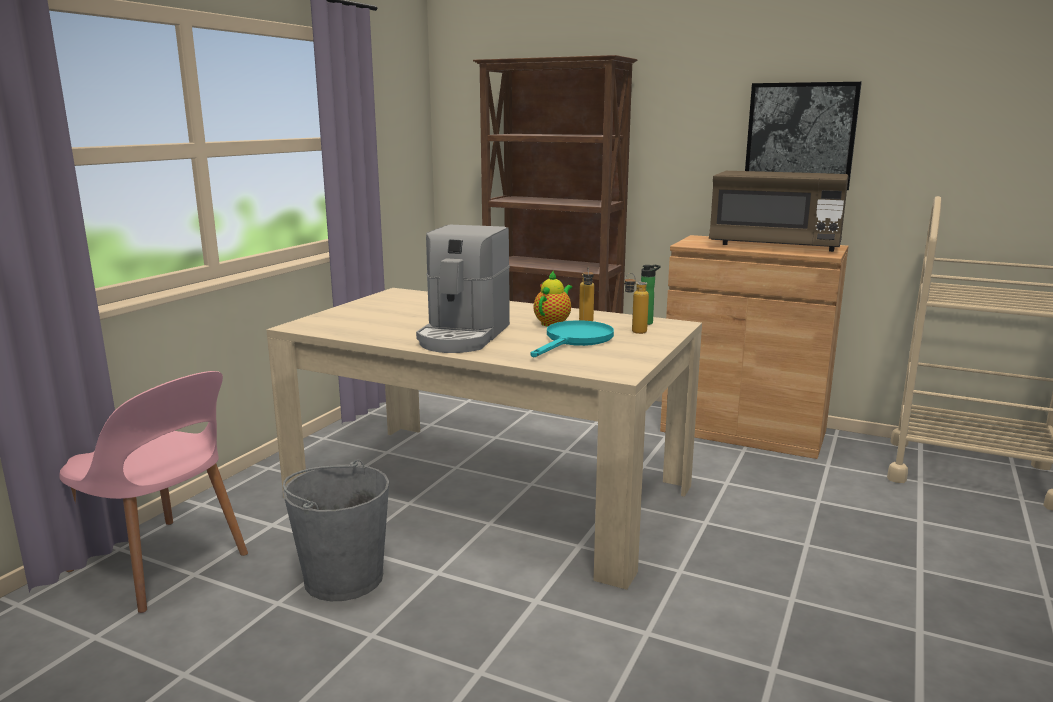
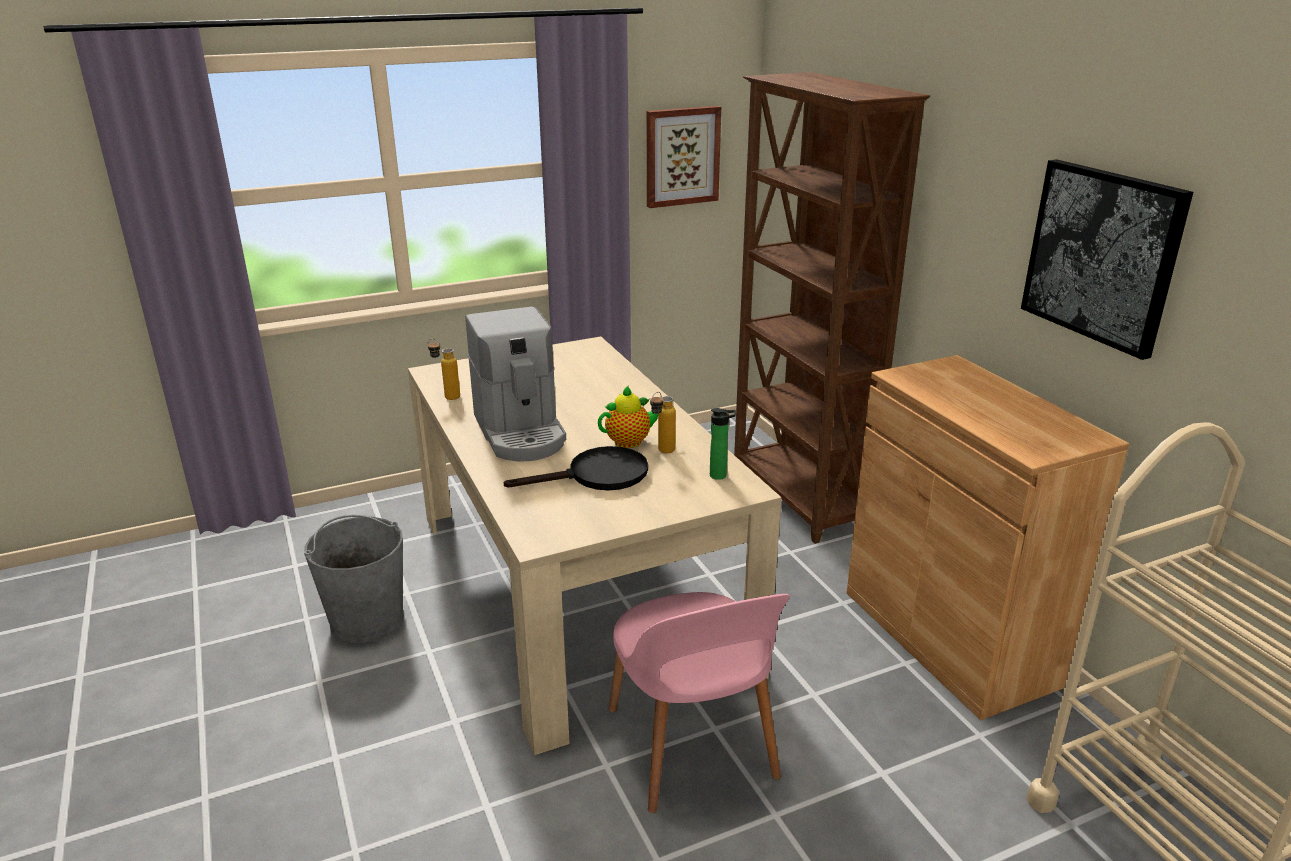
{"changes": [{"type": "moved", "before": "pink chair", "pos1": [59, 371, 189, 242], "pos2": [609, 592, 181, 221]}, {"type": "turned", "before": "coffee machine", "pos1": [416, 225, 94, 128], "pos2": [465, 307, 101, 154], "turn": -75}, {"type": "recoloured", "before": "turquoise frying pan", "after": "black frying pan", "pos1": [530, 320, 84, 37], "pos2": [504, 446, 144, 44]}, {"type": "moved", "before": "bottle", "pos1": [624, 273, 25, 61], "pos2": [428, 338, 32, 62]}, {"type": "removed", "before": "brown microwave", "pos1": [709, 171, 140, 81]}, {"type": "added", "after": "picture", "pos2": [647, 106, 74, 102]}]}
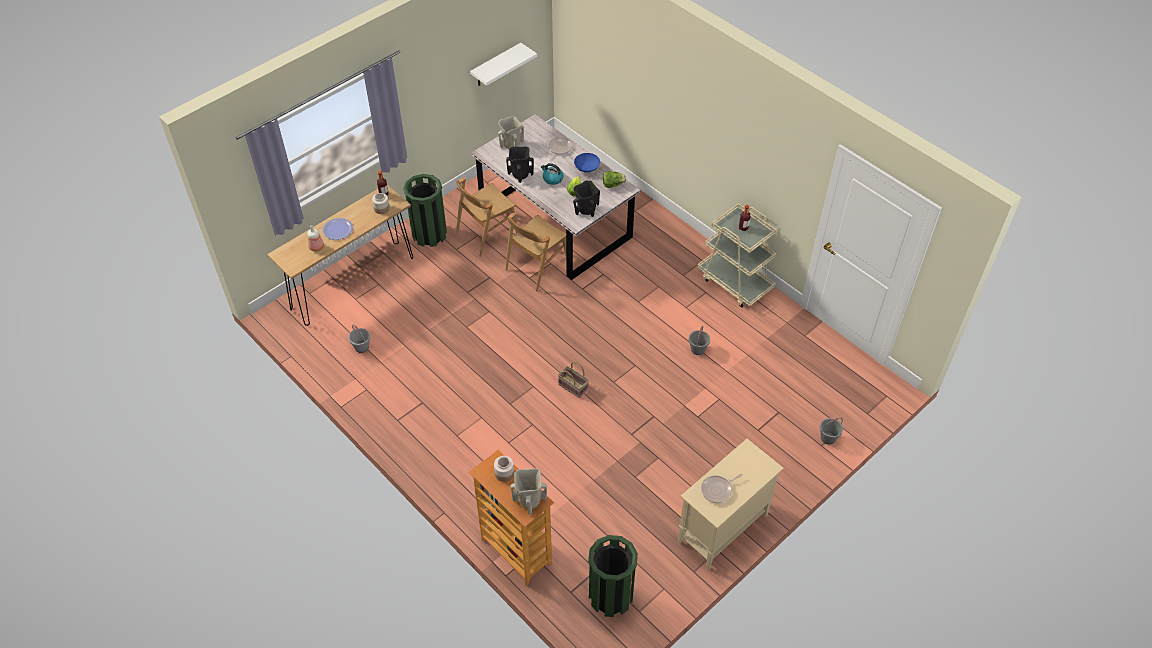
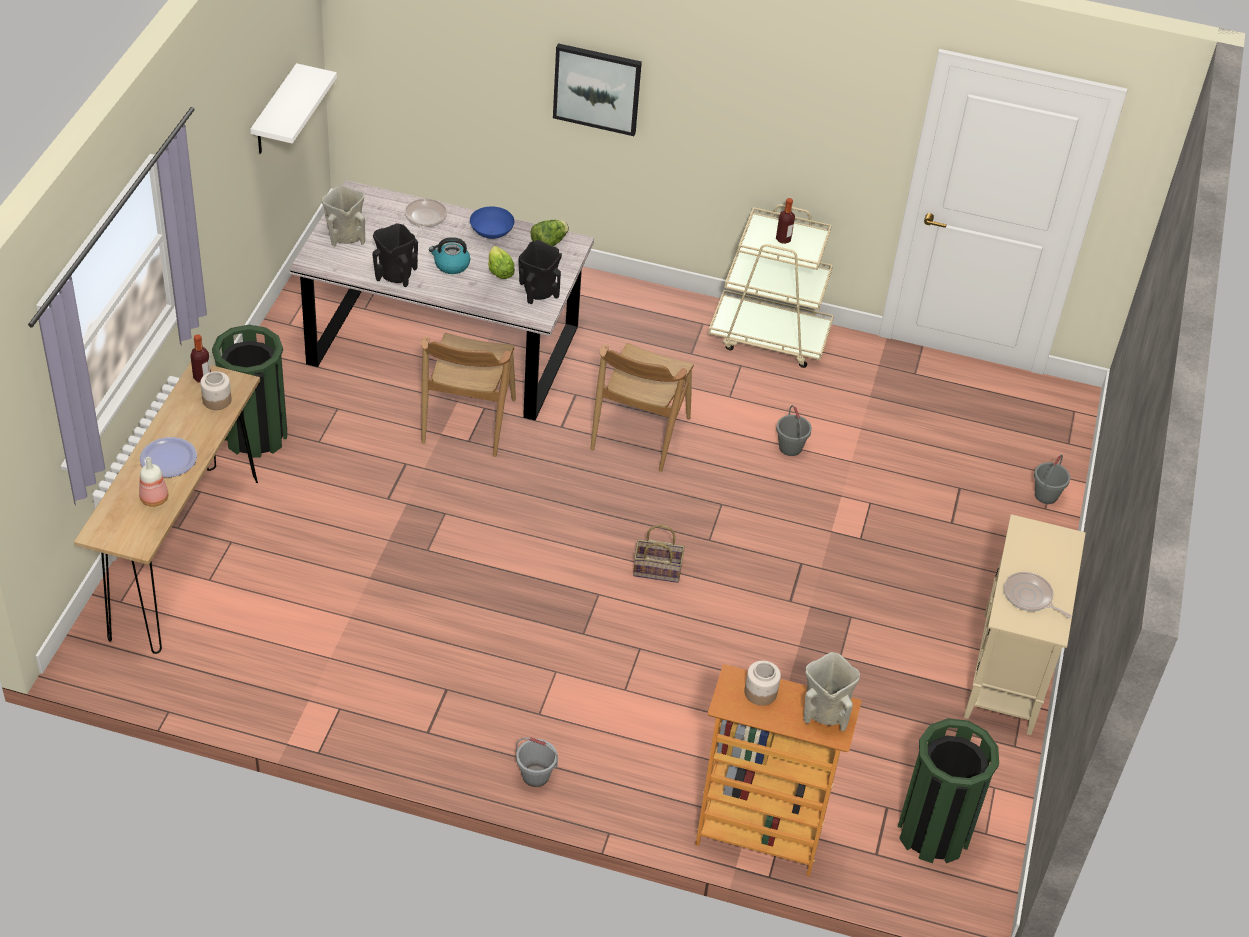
{"changes": [{"type": "moved", "before": "grey bucket", "pos1": [348, 325, 22, 28], "pos2": [516, 737, 42, 50]}, {"type": "moved", "before": "brown chair", "pos1": [456, 177, 62, 80], "pos2": [590, 343, 104, 129]}, {"type": "turned", "before": "frying pan", "pos1": [701, 474, 42, 29], "pos2": [1004, 572, 67, 46], "turn": 105}, {"type": "added", "after": "picture", "pos2": [553, 43, 89, 93]}]}
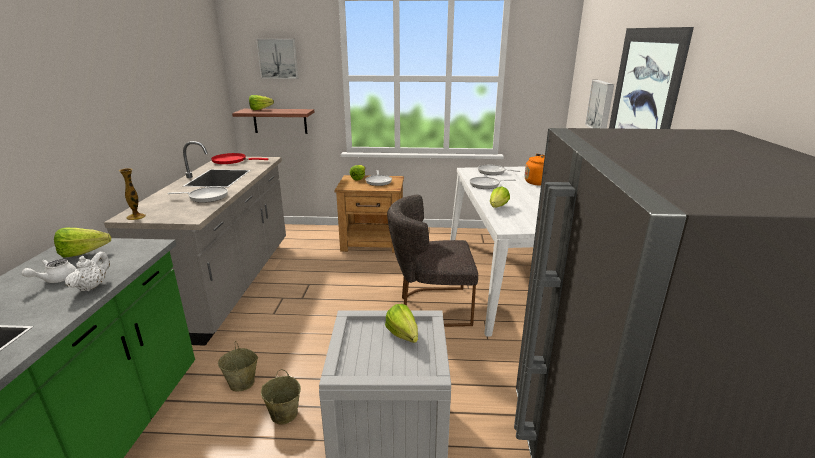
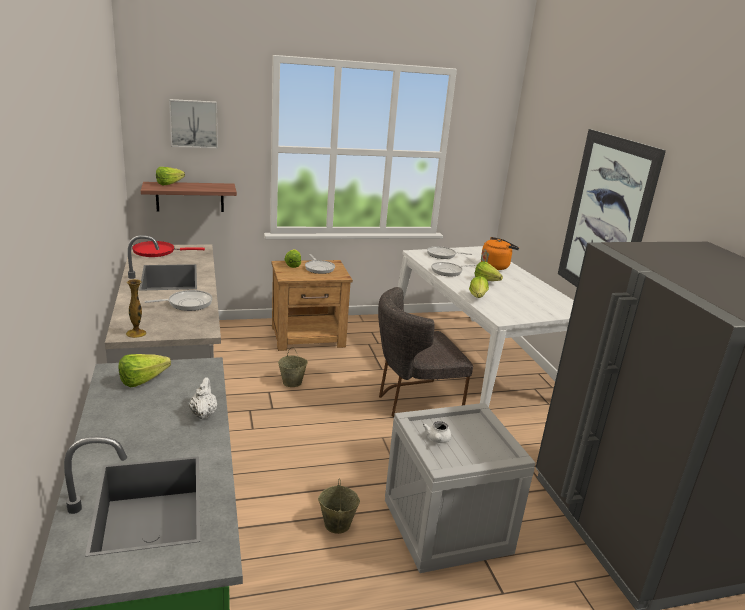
{"changes": [{"type": "moved", "before": "white teapot", "pos1": [22, 259, 54, 24], "pos2": [423, 421, 28, 22]}, {"type": "moved", "before": "beige bucket", "pos1": [218, 341, 40, 50], "pos2": [278, 347, 30, 40]}, {"type": "moved", "before": "lettuce", "pos1": [385, 304, 33, 39], "pos2": [474, 261, 29, 20]}, {"type": "removed", "before": "picture", "pos1": [585, 80, 29, 48]}]}
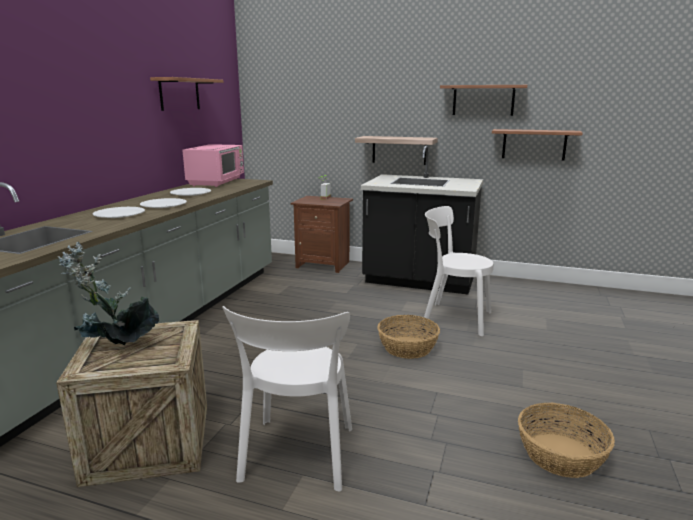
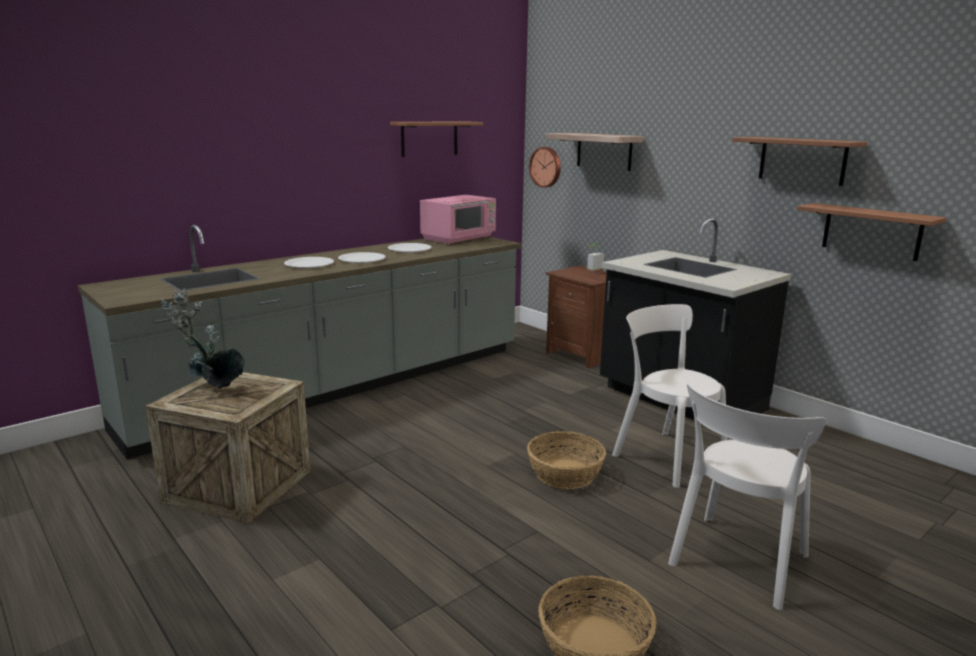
{"changes": [{"type": "moved", "before": "white chair", "pos1": [222, 306, 130, 186], "pos2": [668, 384, 158, 226]}, {"type": "moved", "before": "shelf", "pos1": [355, 136, 83, 29], "pos2": [546, 133, 98, 38]}, {"type": "added", "after": "wall clock", "pos2": [529, 147, 32, 41]}]}
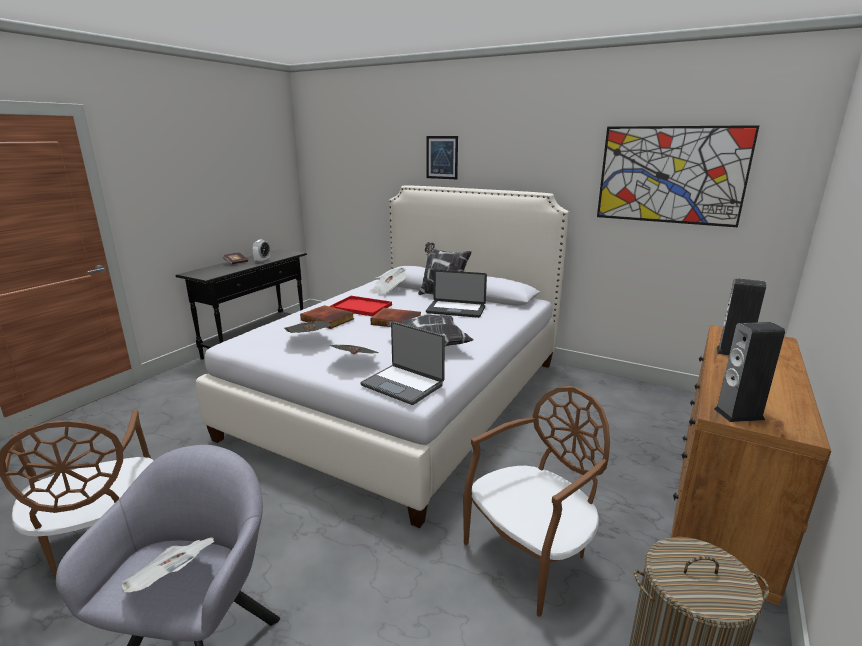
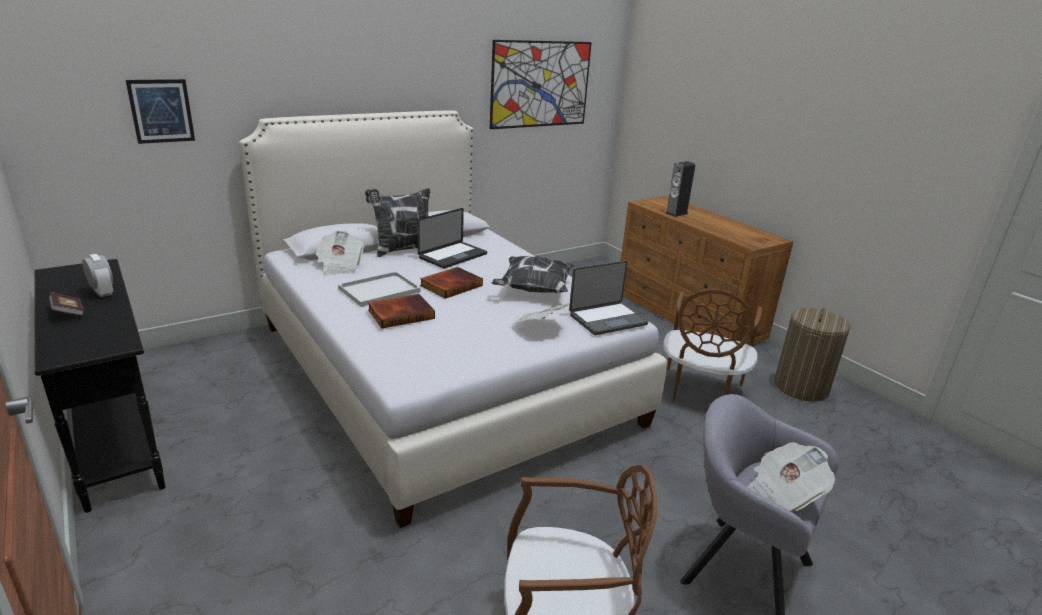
{"changes": [{"type": "removed", "before": "newspaper", "pos1": [285, 321, 47, 12]}, {"type": "recoloured", "before": "red tray", "after": "white tray", "pos1": [330, 296, 62, 20], "pos2": [338, 271, 83, 36]}, {"type": "moved", "before": "picture", "pos1": [426, 136, 32, 43], "pos2": [126, 79, 69, 65]}, {"type": "turned", "before": "brown chair", "pos1": [463, 386, 147, 231], "pos2": [663, 289, 99, 113], "turn": -150}, {"type": "removed", "before": "speaker", "pos1": [714, 322, 71, 100]}]}
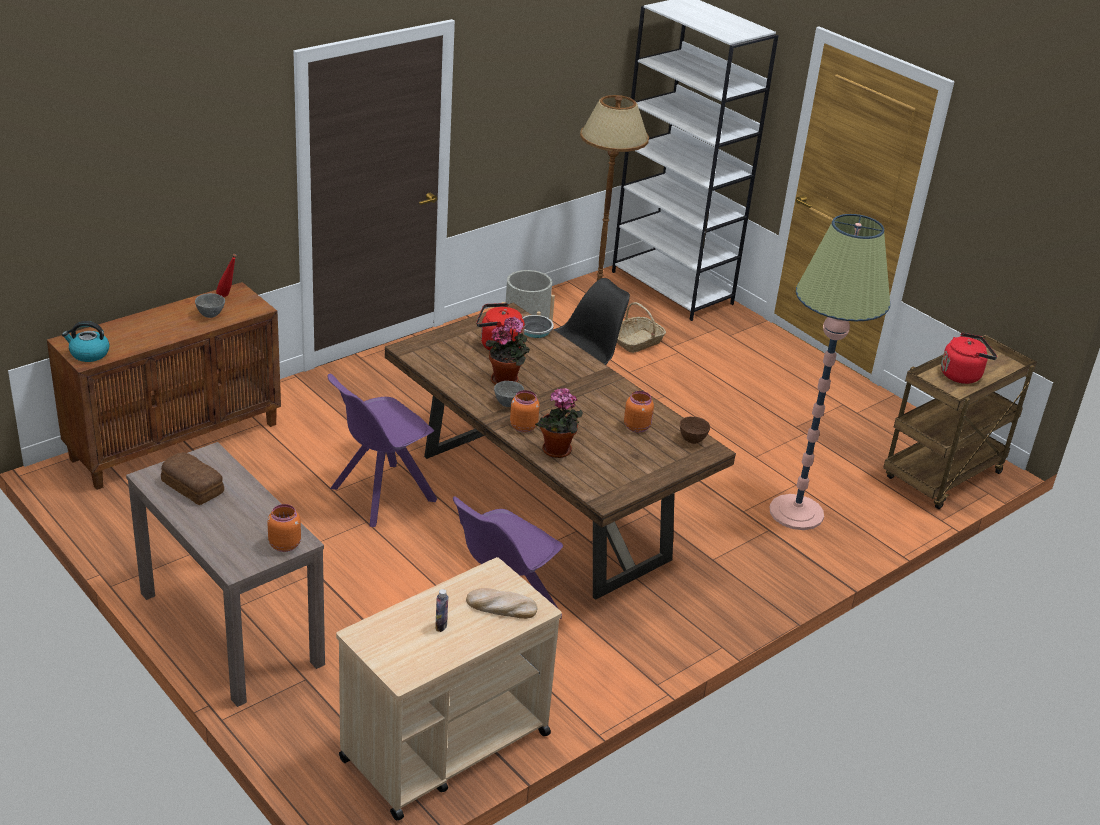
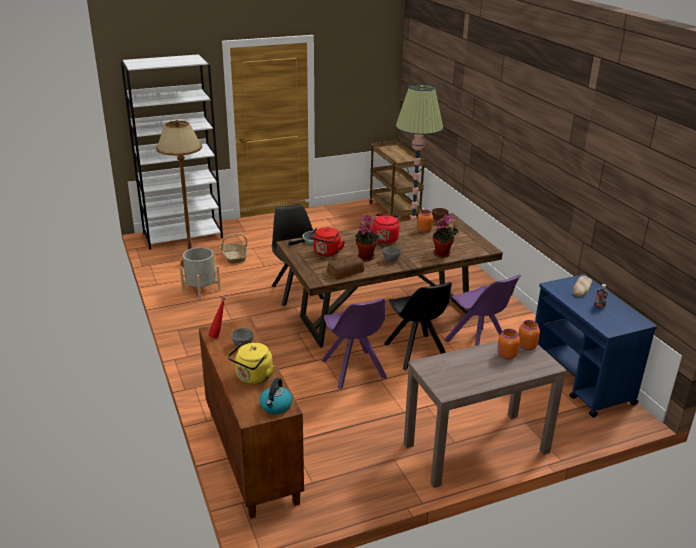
{"changes": [{"type": "moved", "before": "bread", "pos1": [161, 452, 63, 53], "pos2": [327, 255, 37, 25]}, {"type": "recoloured", "before": "beige cart", "after": "blue cart", "pos1": [336, 557, 226, 263], "pos2": [535, 274, 122, 143]}, {"type": "moved", "before": "orange jar", "pos1": [510, 390, 29, 42], "pos2": [497, 329, 23, 31]}, {"type": "moved", "before": "red kettle", "pos1": [941, 333, 56, 51], "pos2": [367, 214, 33, 29]}, {"type": "added", "after": "yellow kettle", "pos2": [228, 343, 47, 41]}, {"type": "added", "after": "black chair", "pos2": [384, 282, 68, 88]}]}
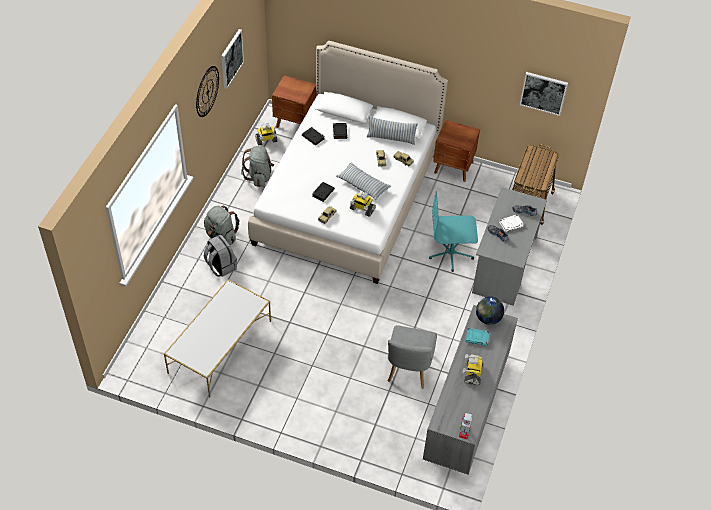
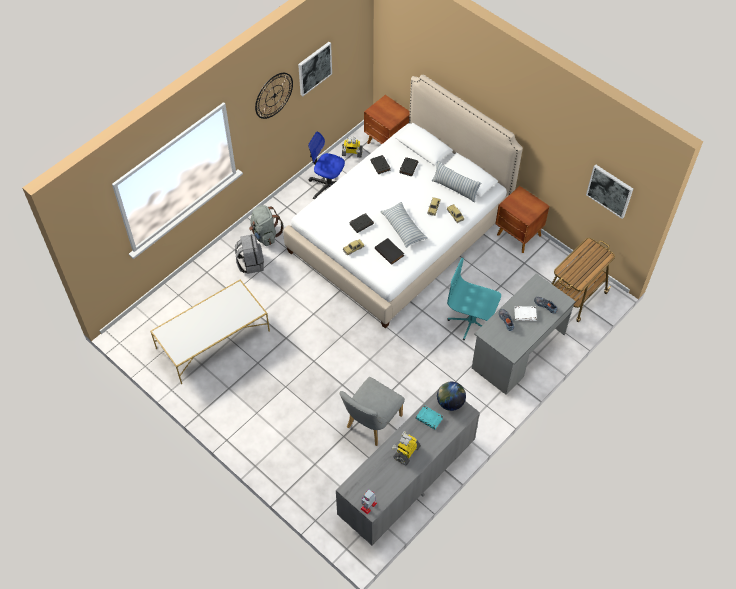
{"changes": [{"type": "replaced", "before": "grey backpack", "after": "office chair", "pos1": [241, 146, 33, 41], "pos2": [308, 132, 37, 68]}, {"type": "replaced", "before": "toy robot", "after": "black book", "pos1": [350, 191, 26, 26], "pos2": [375, 238, 29, 27]}]}
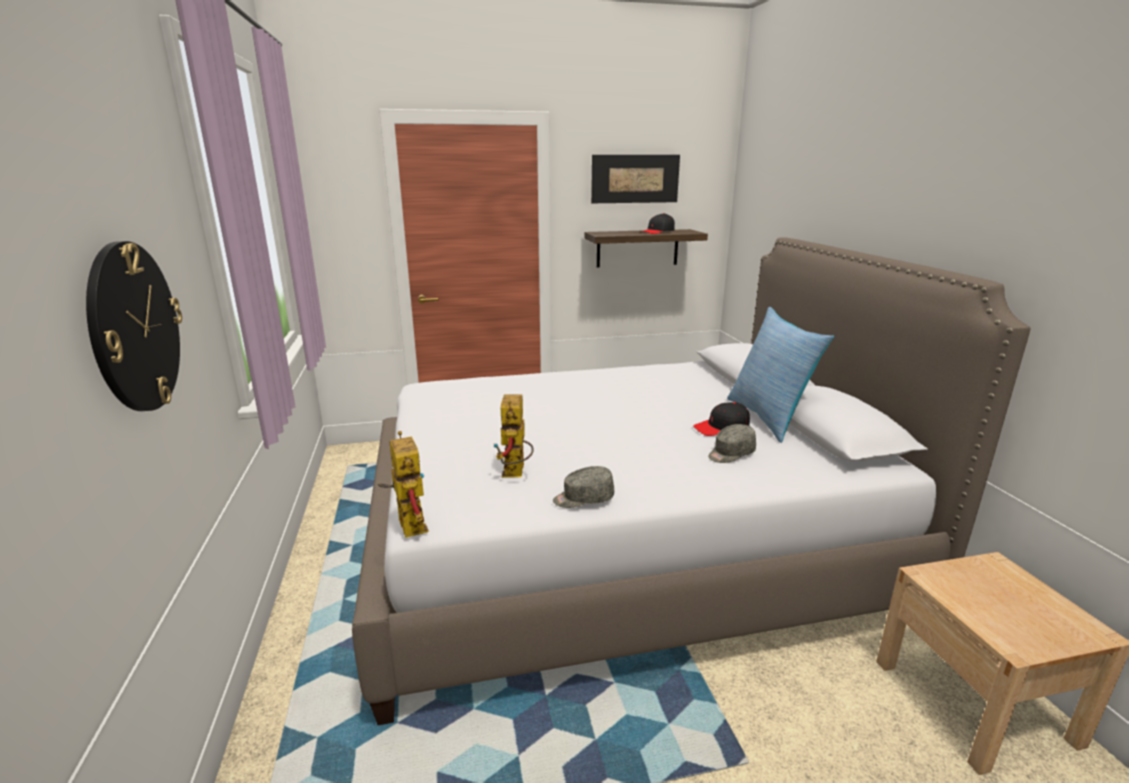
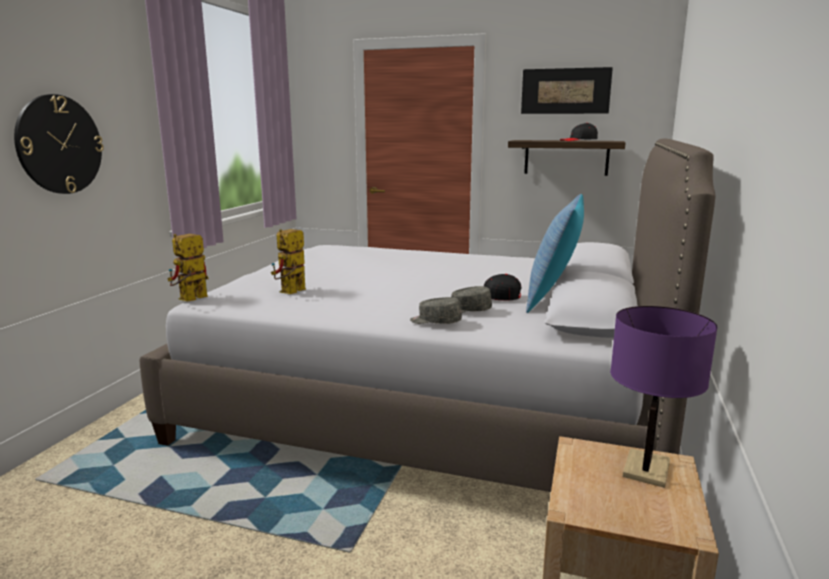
{"changes": [{"type": "turned", "before": "toy robot", "pos1": [378, 431, 51, 107], "pos2": [167, 234, 41, 67], "turn": -150}, {"type": "moved", "before": "grey cap", "pos1": [553, 466, 61, 42], "pos2": [410, 297, 52, 27]}, {"type": "added", "after": "purple table lamp", "pos2": [610, 306, 107, 182]}]}
